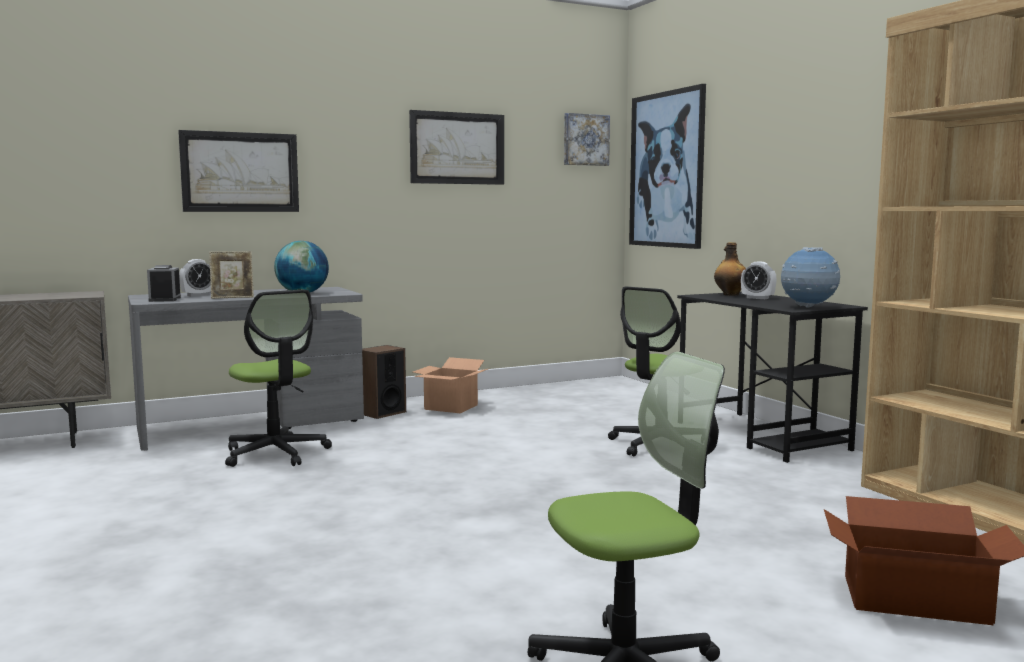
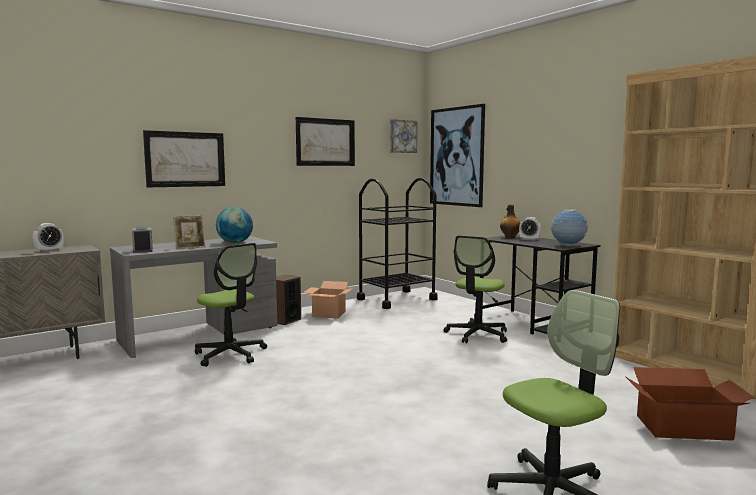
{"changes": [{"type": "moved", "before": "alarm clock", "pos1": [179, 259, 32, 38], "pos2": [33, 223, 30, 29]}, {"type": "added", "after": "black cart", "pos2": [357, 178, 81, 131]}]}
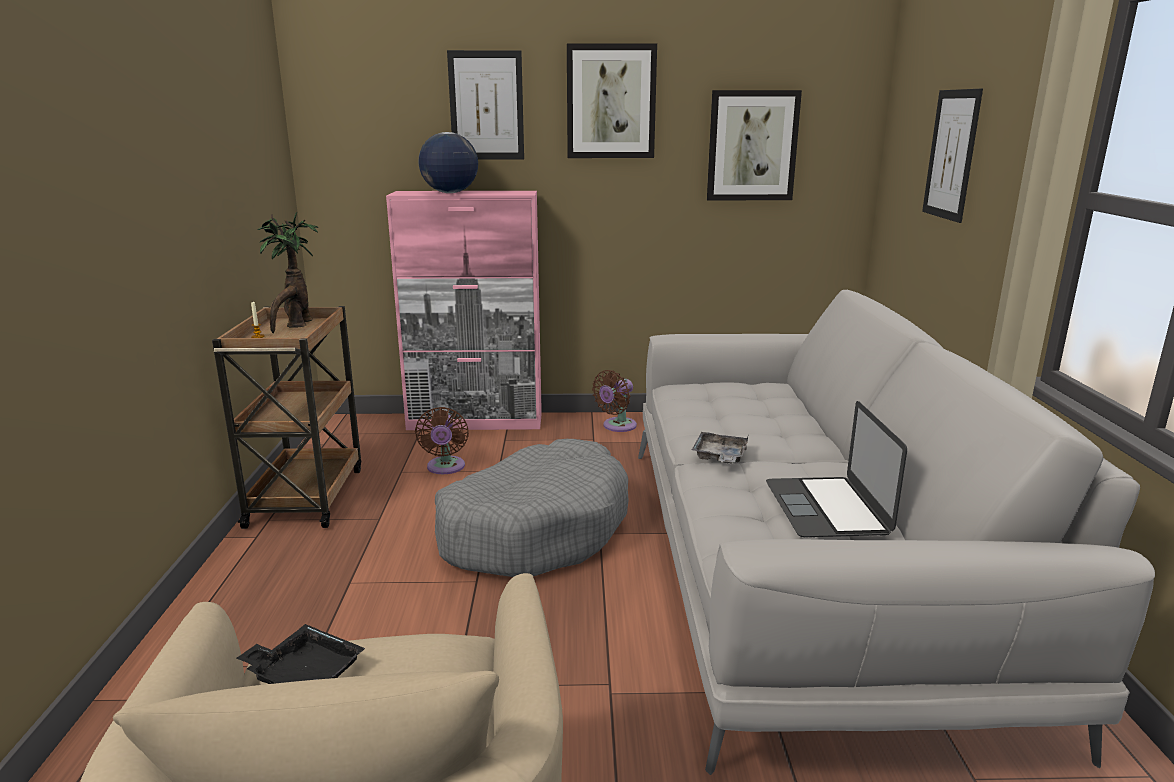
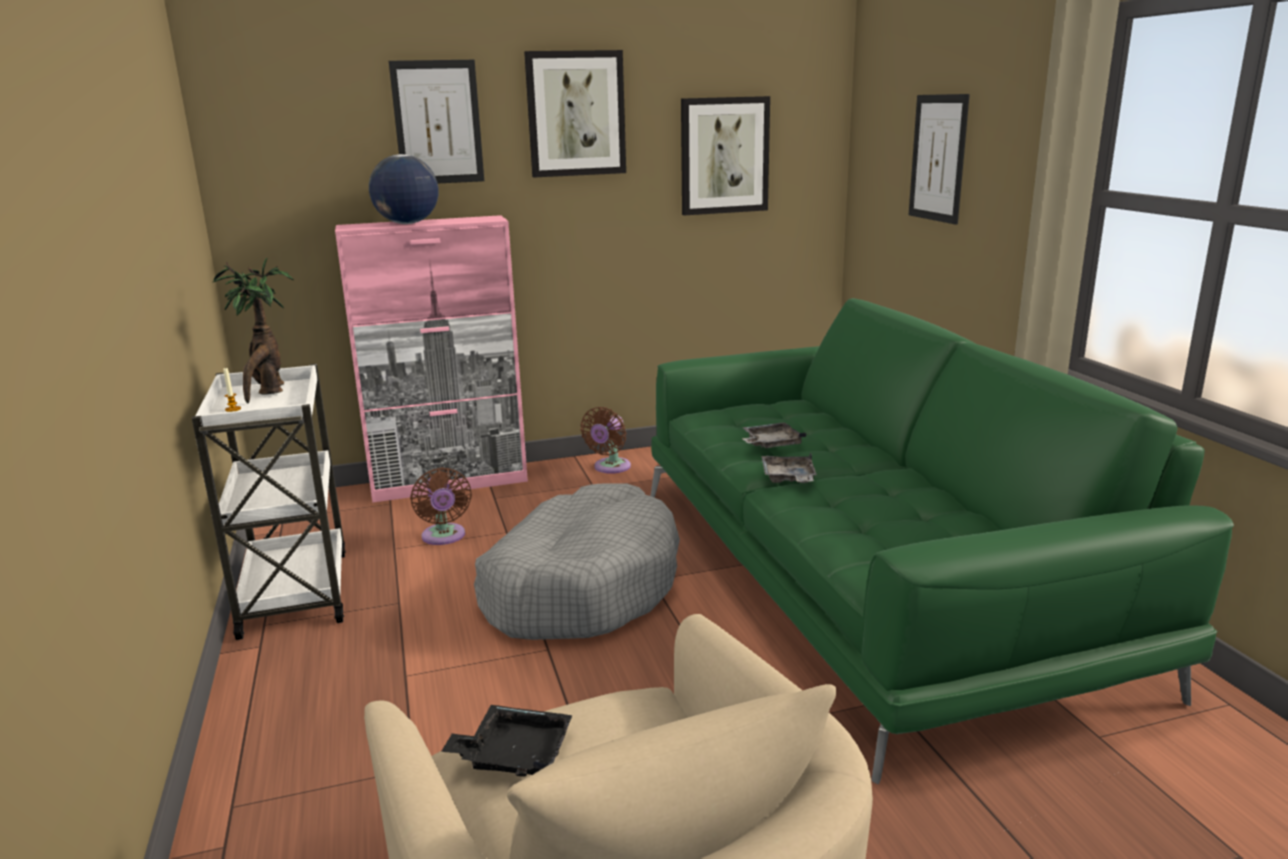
{"changes": [{"type": "recoloured", "before": "brown cart", "after": "white cart", "pos1": [212, 306, 149, 223], "pos2": [192, 364, 154, 276]}, {"type": "recoloured", "before": "grey sofa", "after": "green sofa", "pos1": [638, 290, 517, 485], "pos2": [650, 298, 584, 486]}, {"type": "removed", "before": "laptop", "pos1": [766, 401, 141, 136]}, {"type": "added", "after": "grey tray", "pos2": [742, 422, 64, 26]}]}
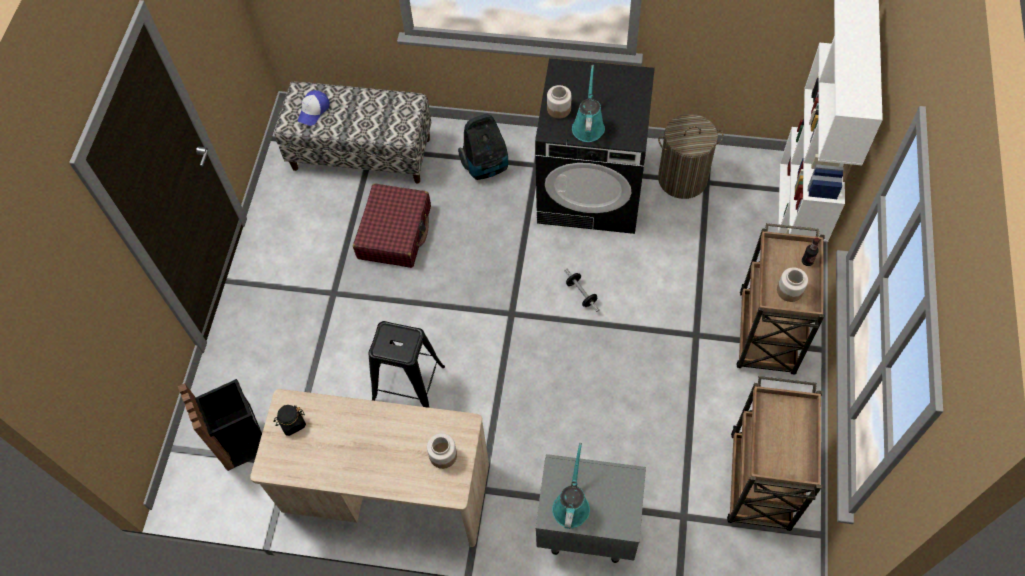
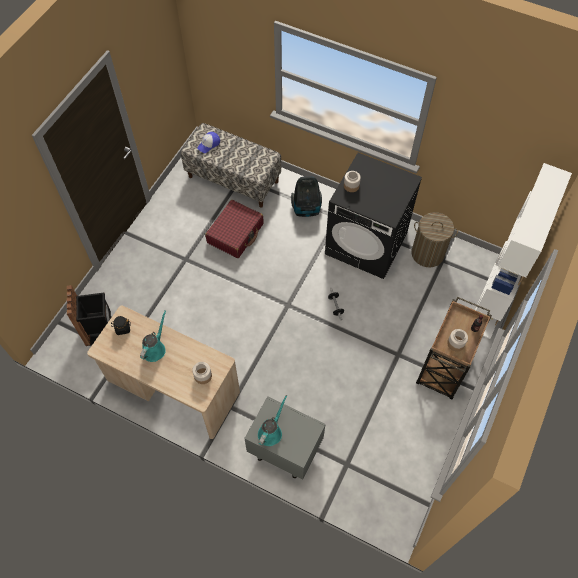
{"changes": [{"type": "removed", "before": "black stool", "pos1": [368, 321, 77, 87]}, {"type": "moved", "before": "turquoise watering can", "pos1": [572, 65, 33, 77], "pos2": [140, 311, 26, 51]}, {"type": "removed", "before": "brown cart", "pos1": [727, 376, 95, 155]}]}
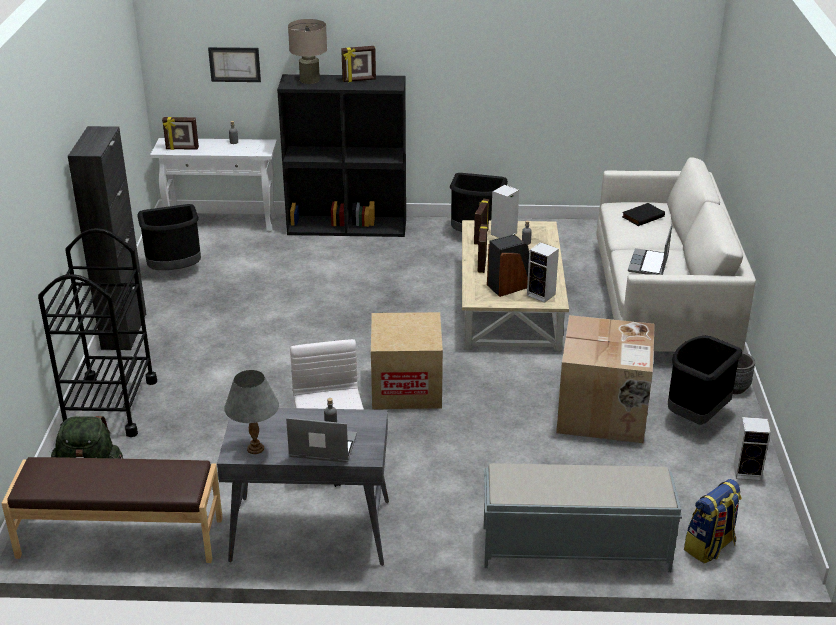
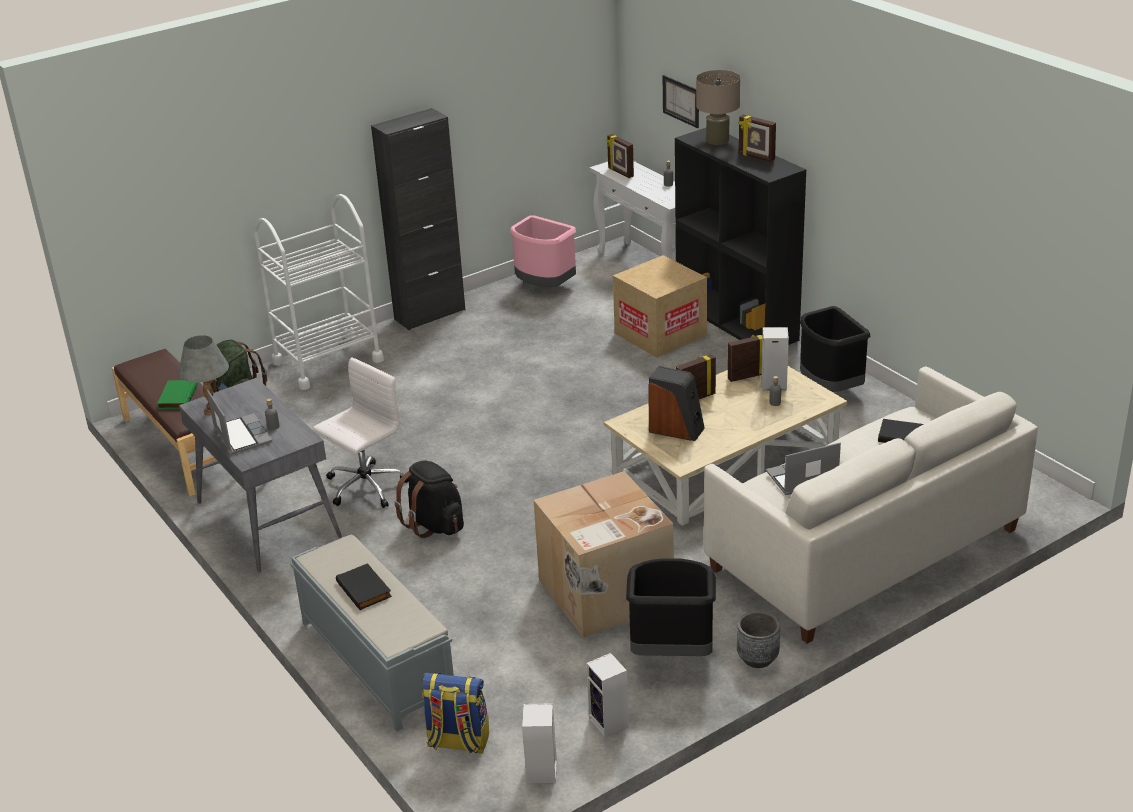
{"changes": [{"type": "recoloured", "before": "black cart", "after": "white cart", "pos1": [38, 228, 119, 209], "pos2": [253, 194, 131, 196]}, {"type": "recoloured", "before": "black trash can", "after": "pink trash can", "pos1": [137, 204, 64, 66], "pos2": [510, 215, 66, 72]}, {"type": "moved", "before": "cardboard box", "pos1": [371, 312, 72, 97], "pos2": [613, 255, 94, 103]}, {"type": "moved", "before": "speaker", "pos1": [527, 242, 32, 61], "pos2": [522, 703, 35, 81]}, {"type": "added", "after": "green book", "pos2": [157, 380, 41, 29]}, {"type": "added", "after": "black book", "pos2": [336, 563, 56, 47]}, {"type": "added", "after": "black backpack", "pos2": [394, 461, 70, 77]}]}
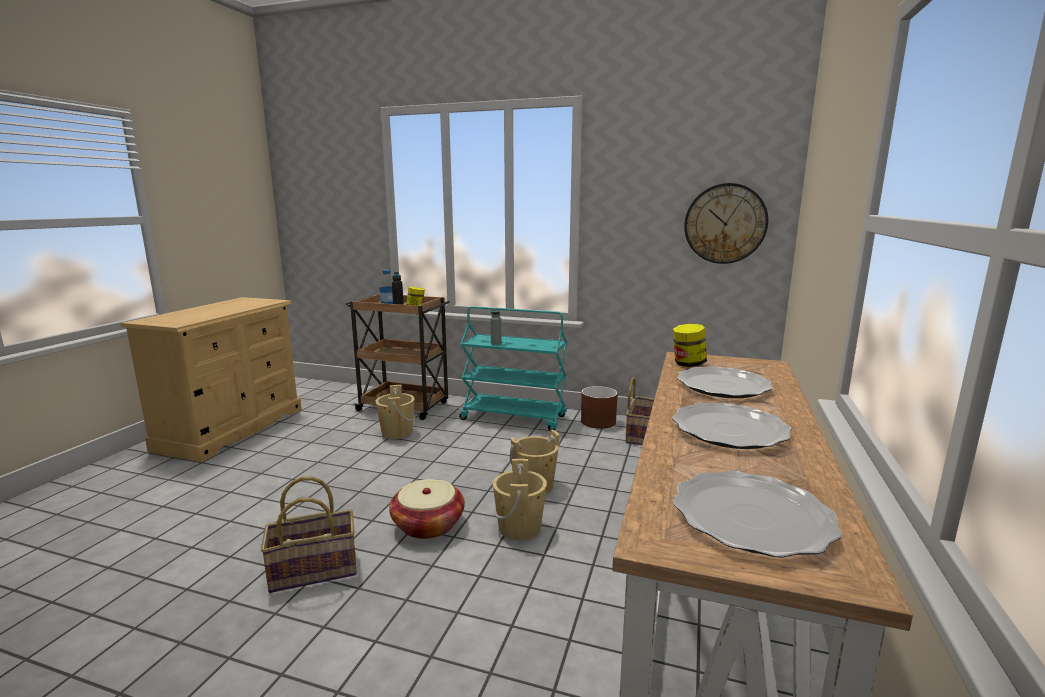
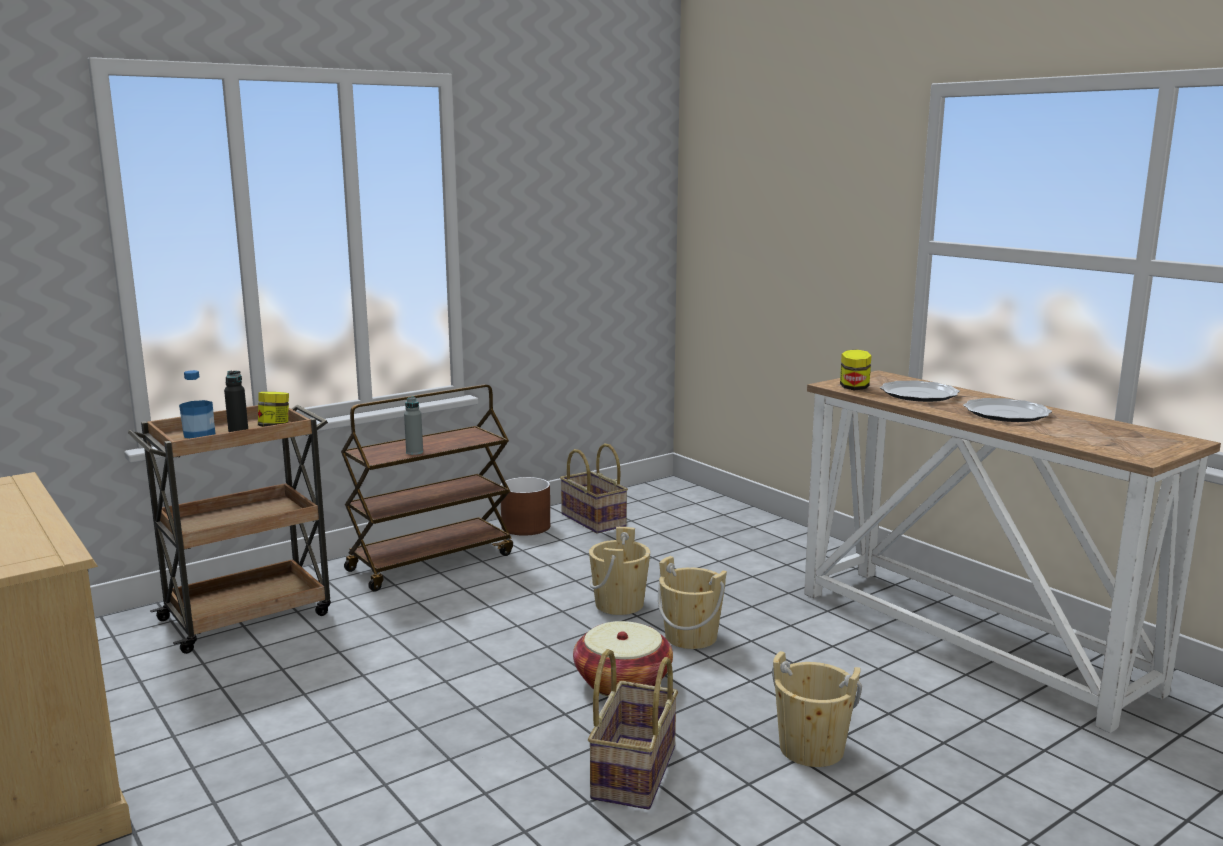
{"changes": [{"type": "moved", "before": "beige bucket", "pos1": [375, 385, 40, 54], "pos2": [772, 651, 90, 116]}, {"type": "recoloured", "before": "turquoise cart", "after": "brown cart", "pos1": [459, 306, 108, 125], "pos2": [341, 384, 172, 208]}, {"type": "removed", "before": "plate", "pos1": [673, 471, 169, 87]}, {"type": "removed", "before": "wall clock", "pos1": [684, 183, 84, 81]}]}
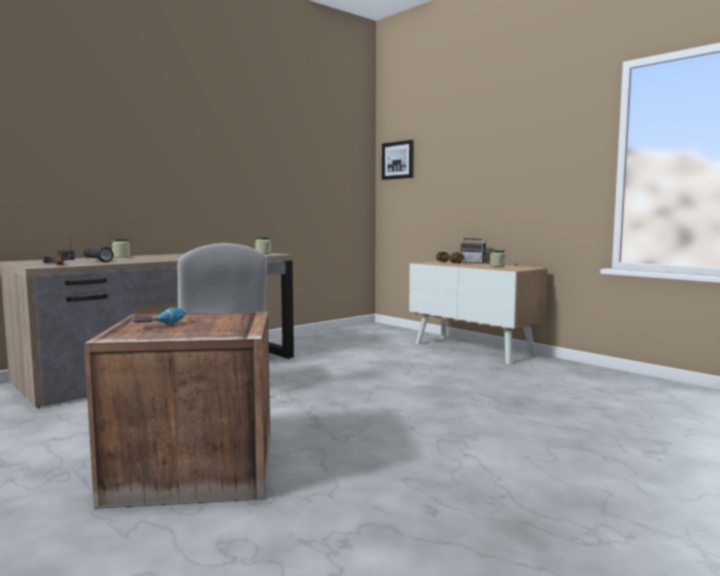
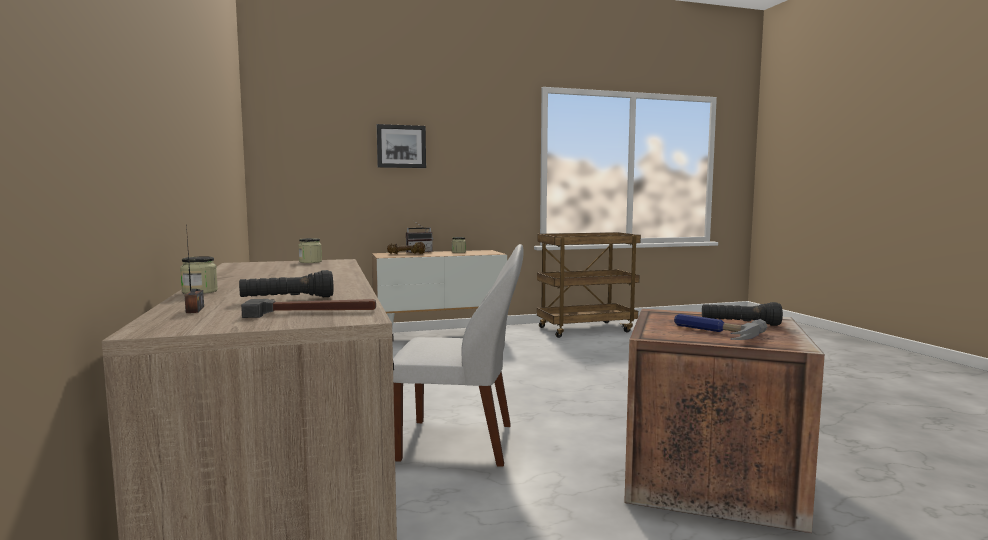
{"changes": [{"type": "replaced", "before": "power drill", "after": "hammer", "pos1": [132, 307, 58, 17], "pos2": [674, 314, 93, 26]}, {"type": "moved", "before": "picture", "pos1": [382, 140, 32, 40], "pos2": [377, 124, 49, 44]}, {"type": "added", "after": "brown cart", "pos2": [537, 232, 104, 106]}, {"type": "added", "after": "black flashlight", "pos2": [702, 302, 81, 24]}]}
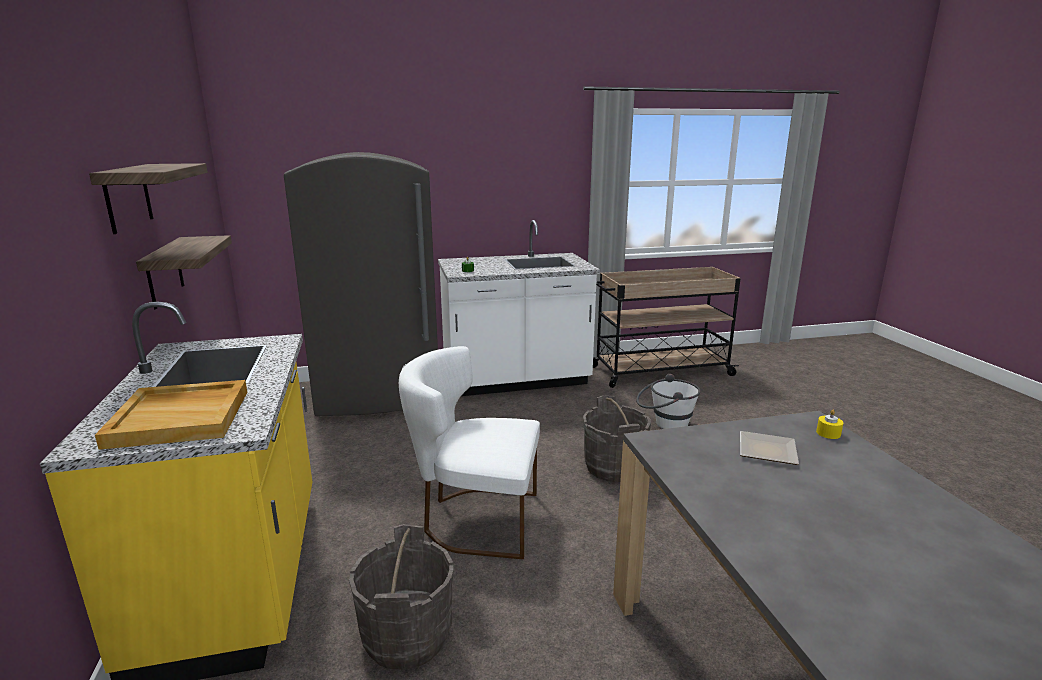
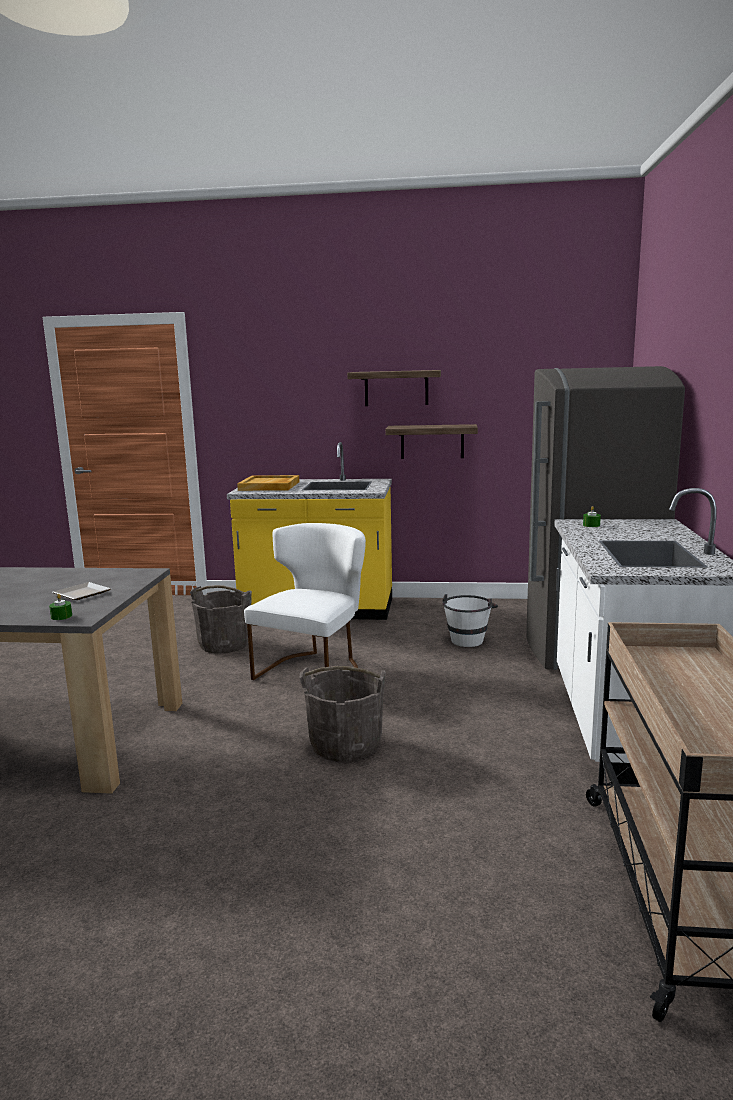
{"changes": [{"type": "moved", "before": "white bucket", "pos1": [636, 374, 65, 55], "pos2": [442, 594, 56, 53]}, {"type": "recoloured", "before": "yellow candle", "after": "green candle", "pos1": [816, 410, 27, 29], "pos2": [49, 594, 23, 26]}]}
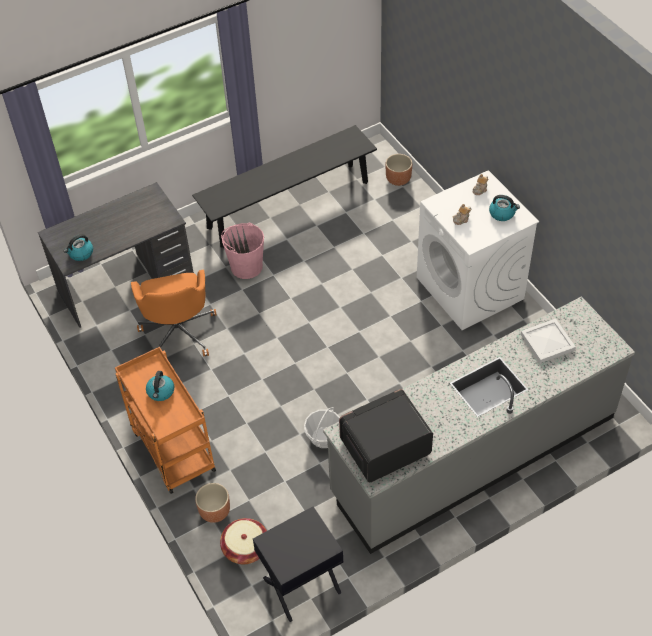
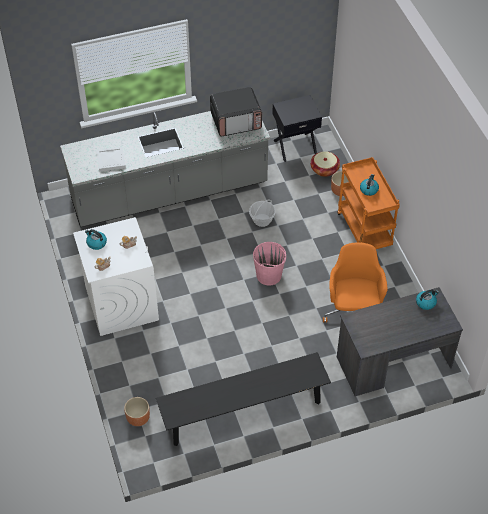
{"changes": [{"type": "moved", "before": "pink bucket", "pos1": [221, 223, 43, 56], "pos2": [253, 242, 33, 43]}]}
